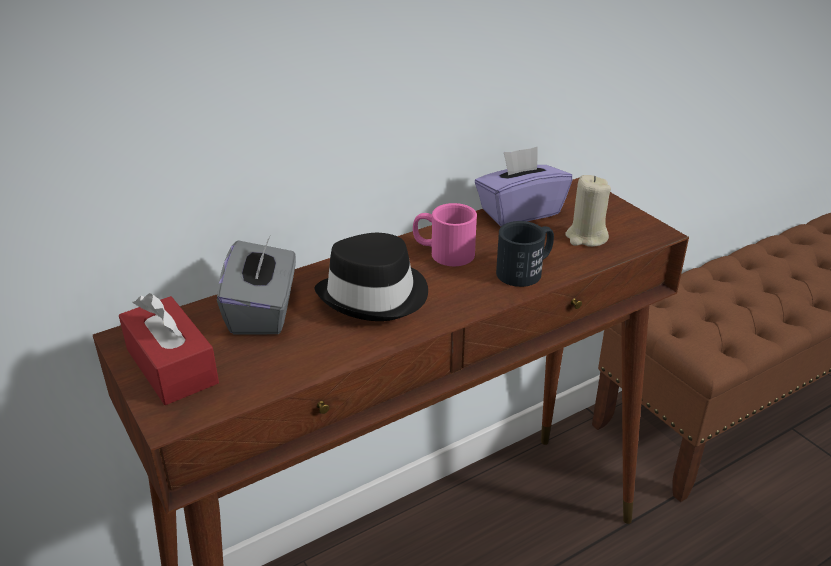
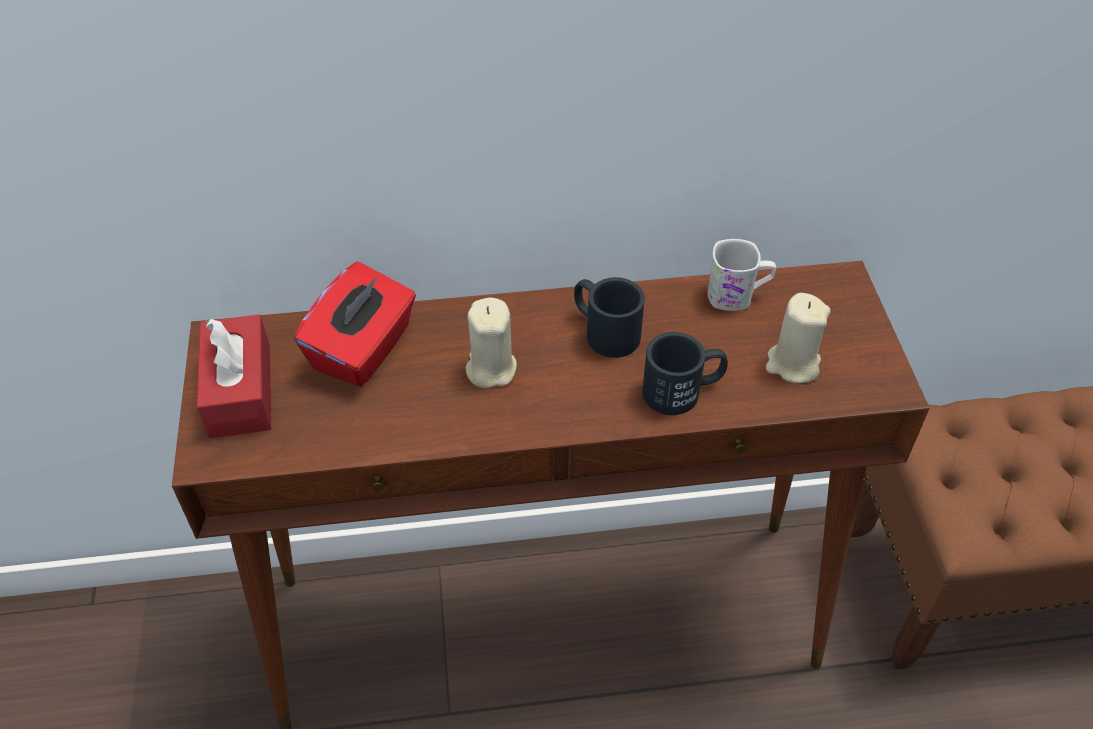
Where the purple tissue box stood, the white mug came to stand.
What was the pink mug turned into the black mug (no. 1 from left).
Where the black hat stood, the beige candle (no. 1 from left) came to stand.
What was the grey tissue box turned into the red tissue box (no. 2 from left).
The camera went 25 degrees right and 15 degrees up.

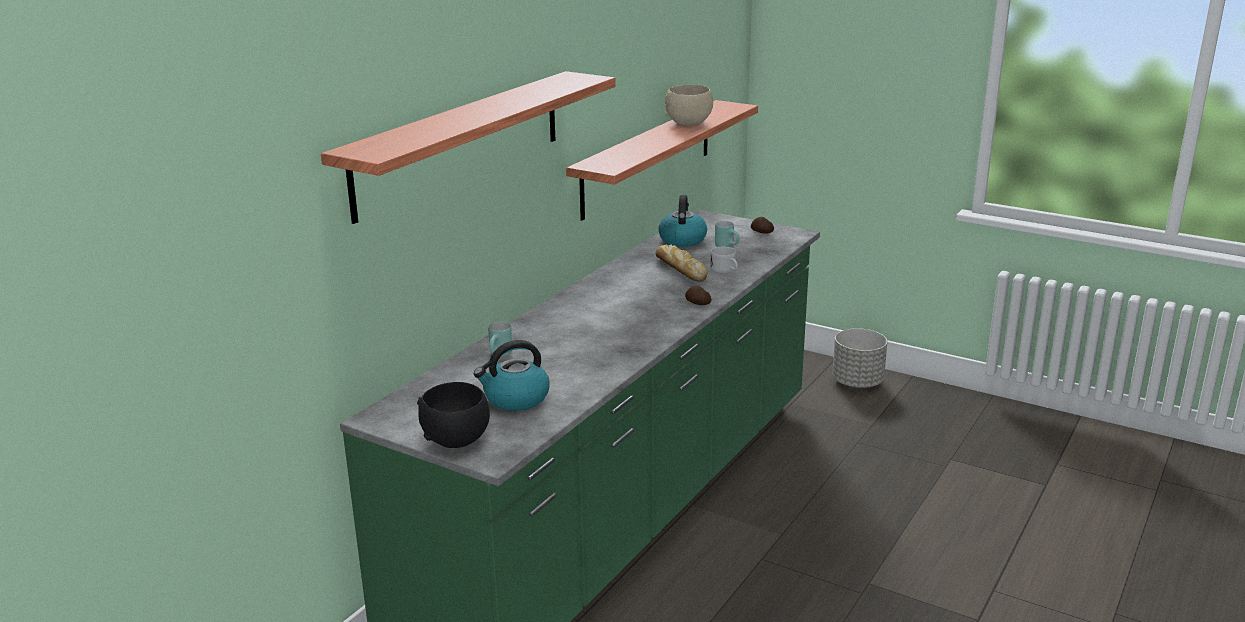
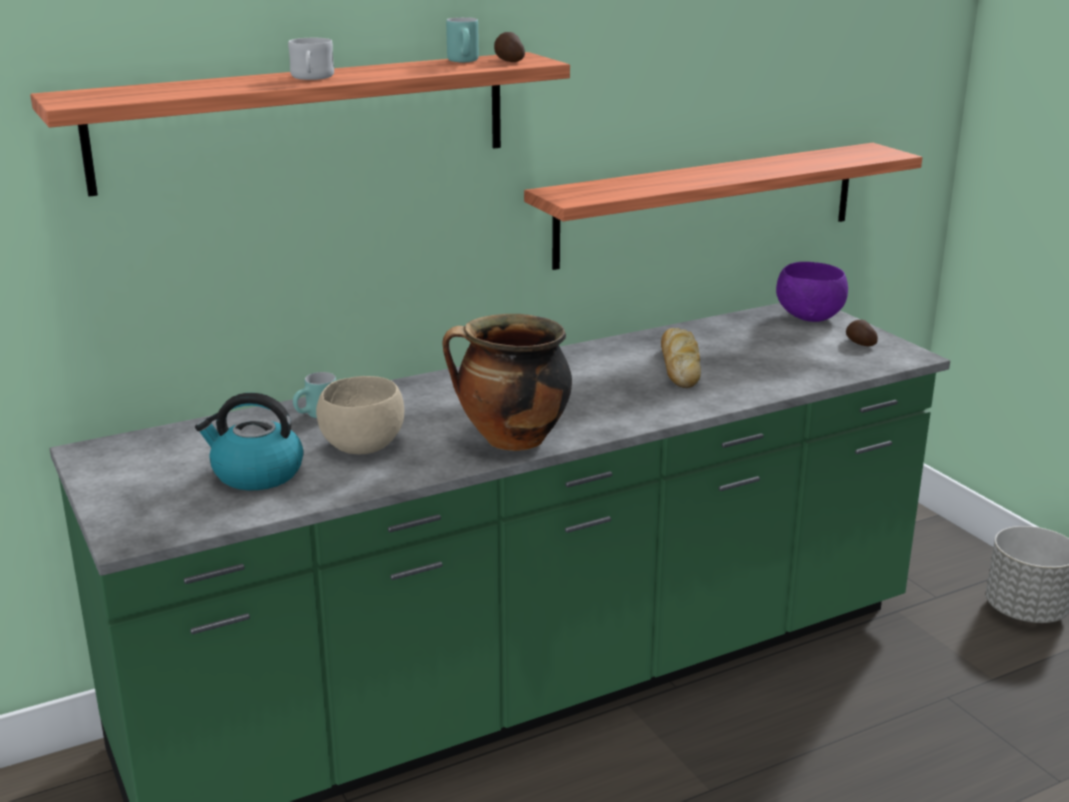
The beige bowl ended up elsewhere.
The second view lost the kettle (no. 2 from left).
The turquoise mug (no. 2 from left) ended up elsewhere.
The white mug ended up elsewhere.
The potato (no. 1 from left) ended up elsewhere.
The second view lost the black bowl.
The second view gained the purple bowl.
The second view gained the cooking pot.
The camera went 30 degrees right and 0 degrees up.

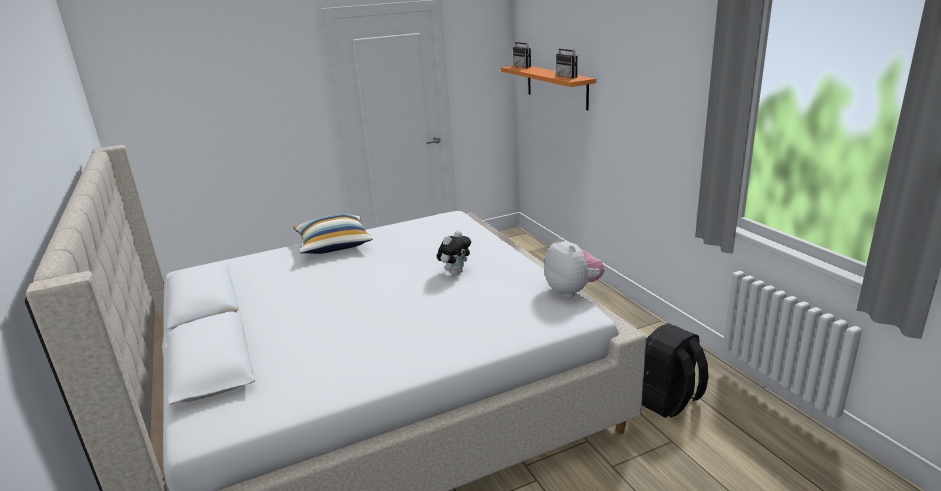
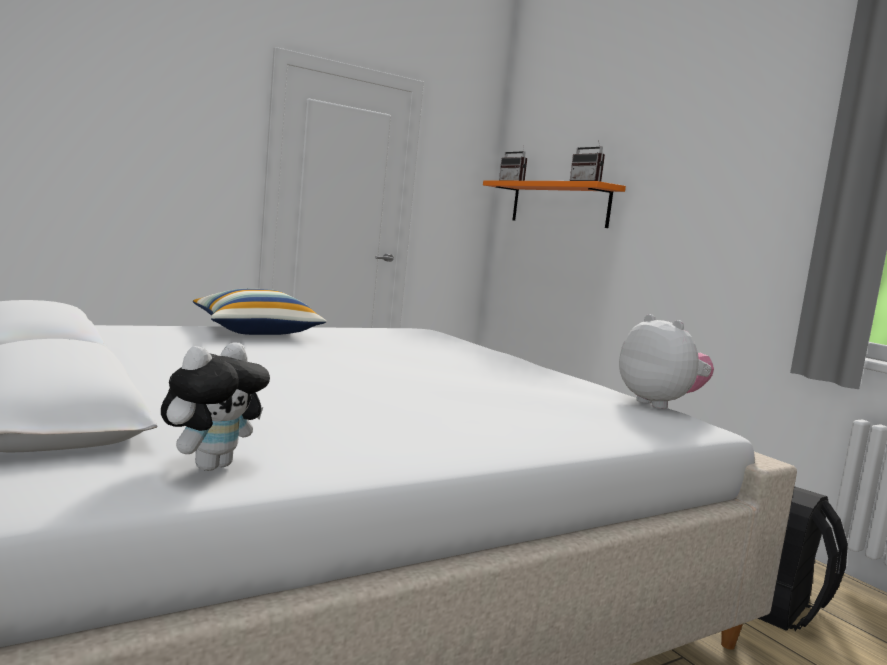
The plush toy (no. 1 from left) ended up elsewhere.
The camera went 10 degrees left and 15 degrees down.

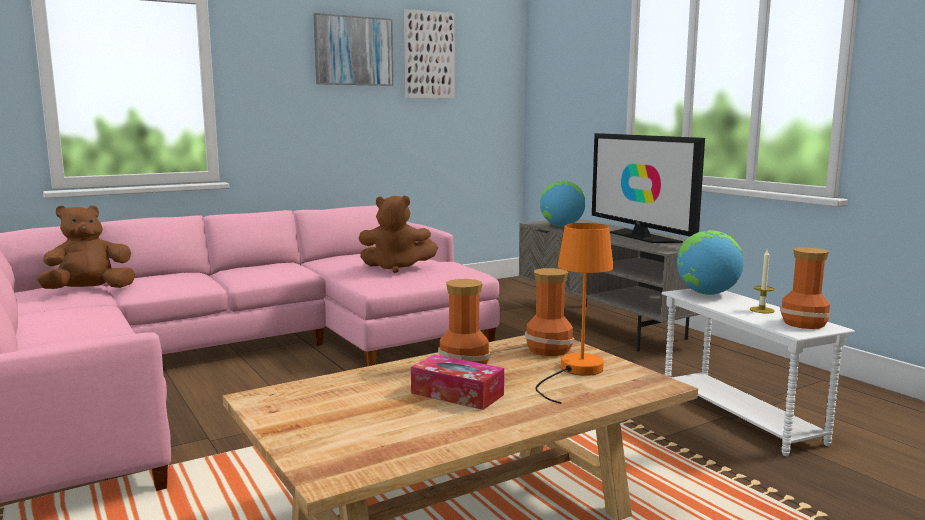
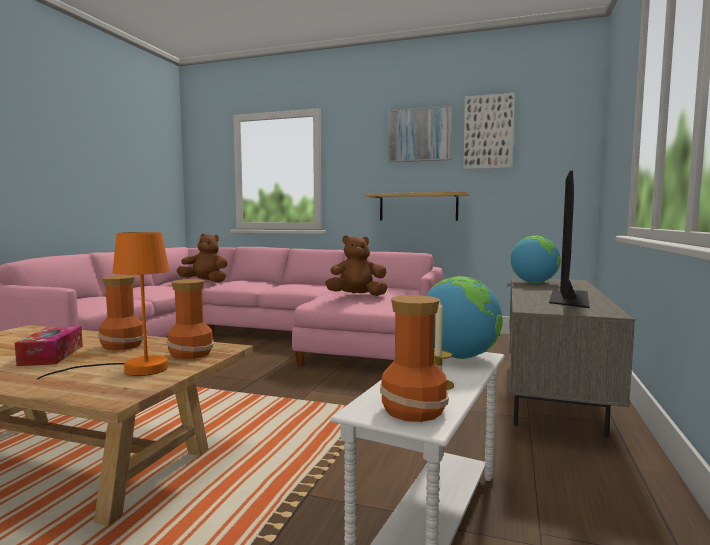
The brown plush toy (no. 2 from left) ended up facing another way, 120 degrees clockwise from before.
The second view gained the shelf.
The camera went 50 degrees right and 5 degrees down.

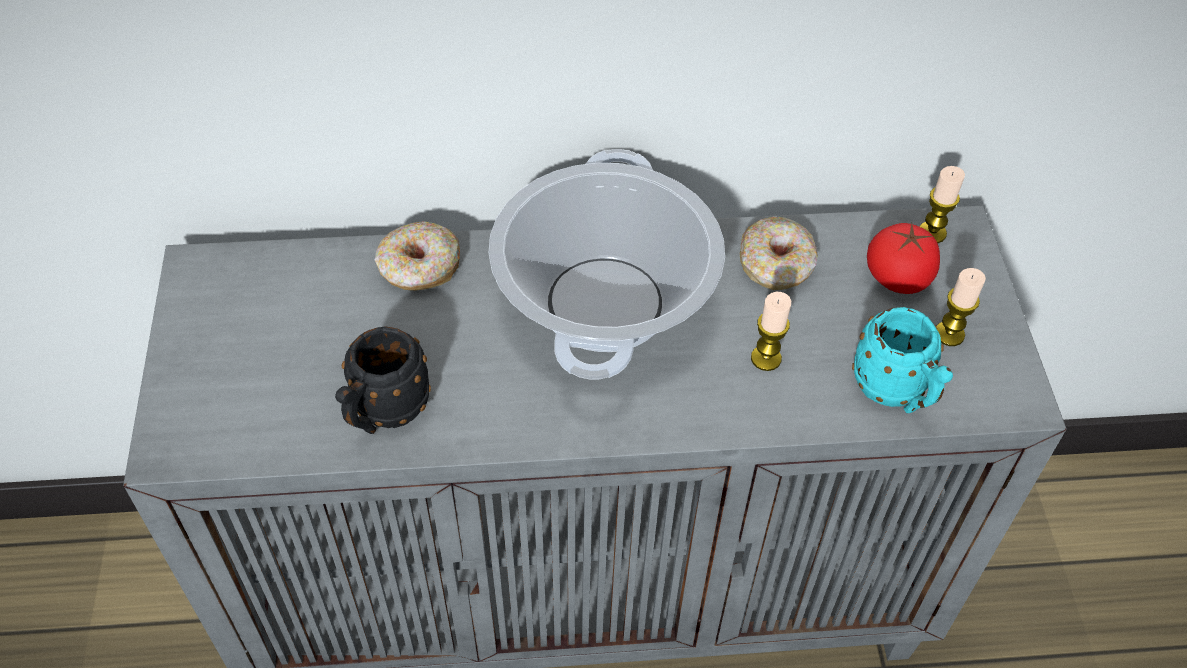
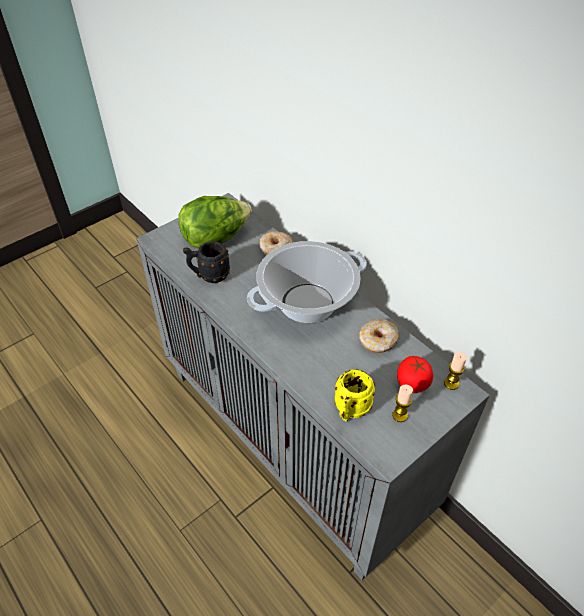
The second view lost the candle (no. 1 from left).
What was the turquoise mug turned into the yellow mug.
The second view gained the lettuce.
The camera went 55 degrees right and 5 degrees down.

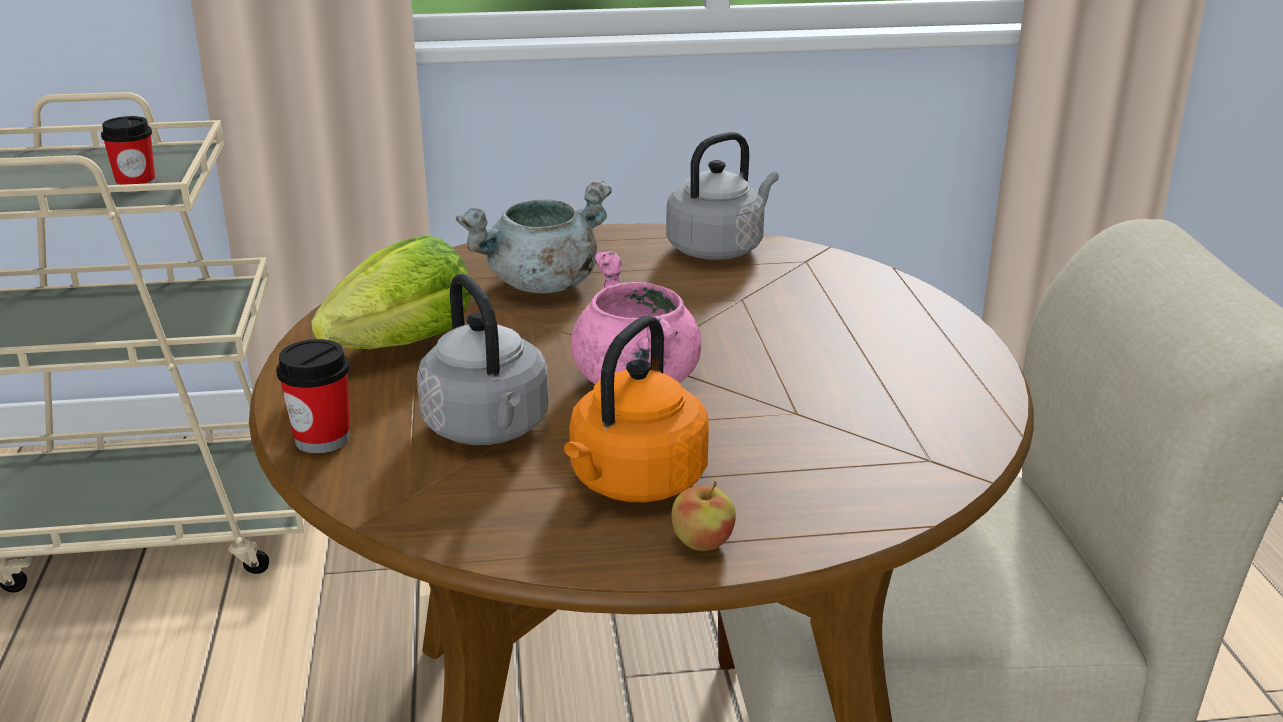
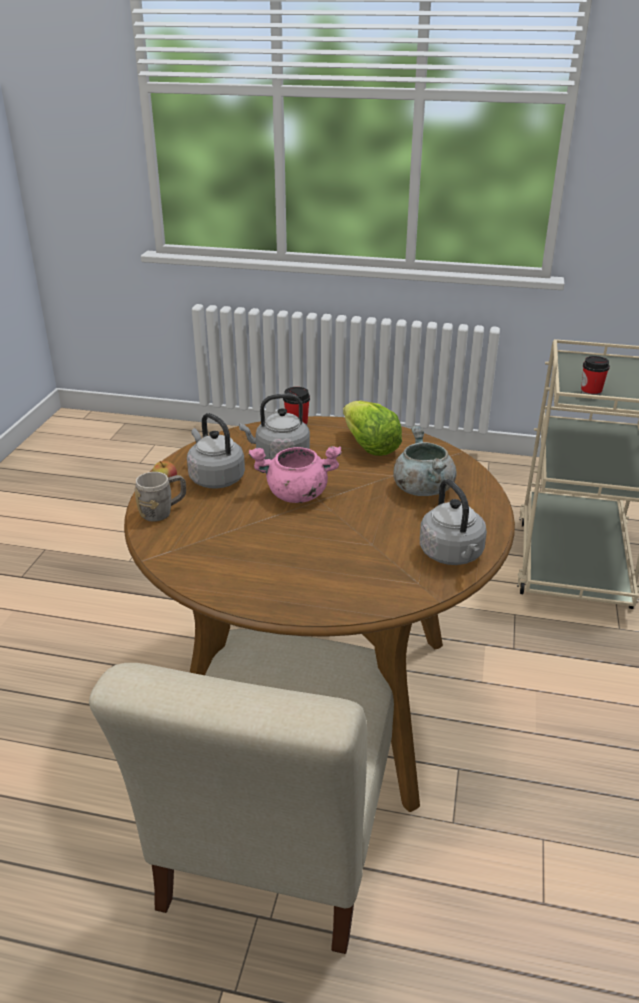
What was the orange kettle turned into the grey kettle (no. 1 from left).
The second view gained the grey mug.
The camera went 110 degrees right and 5 degrees up.

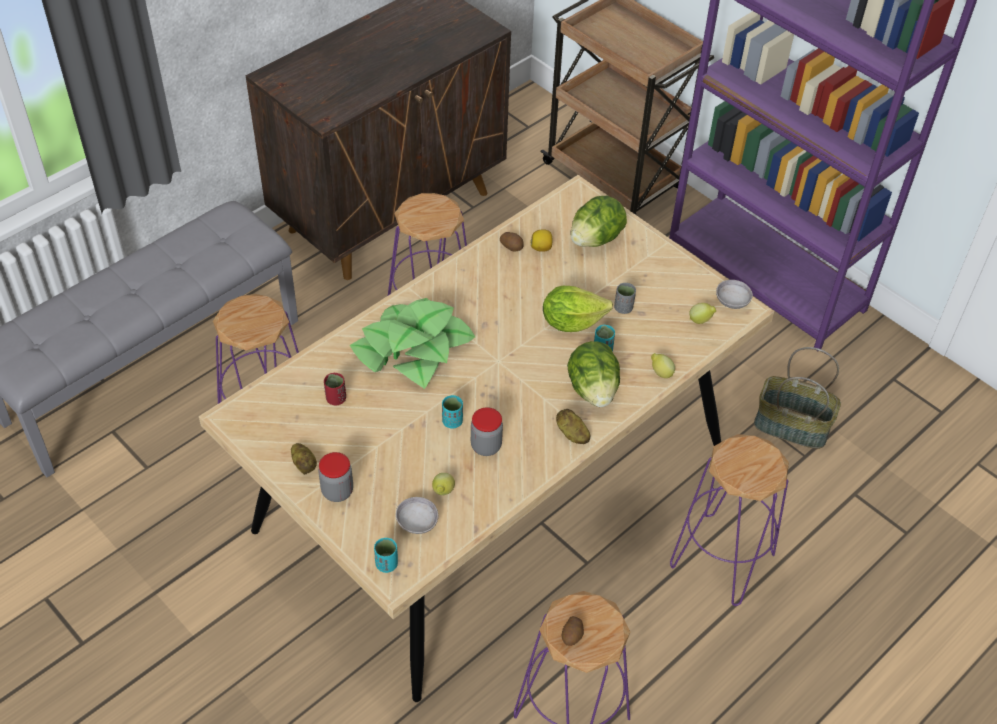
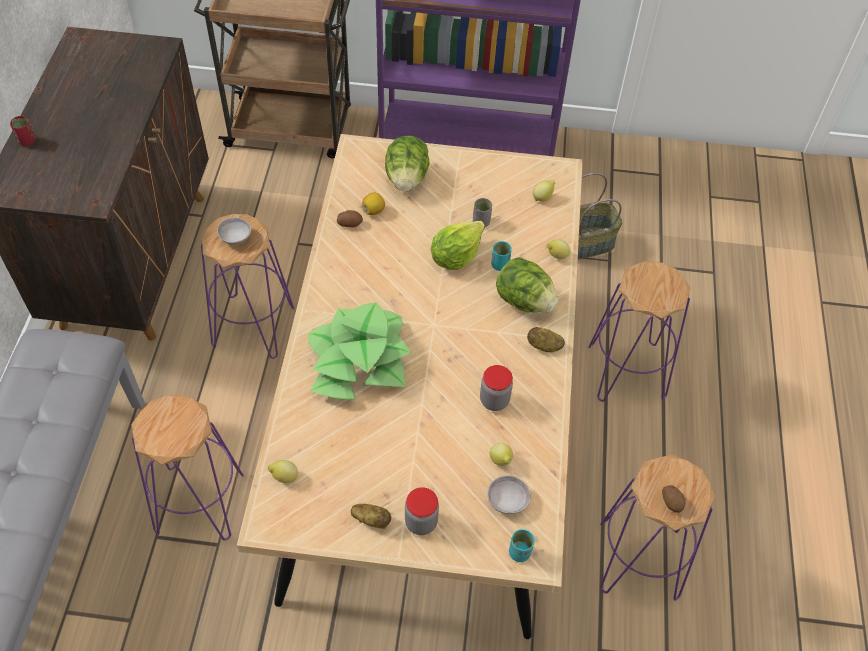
The grey bowl (no. 2 from left in the first image) ended up elsewhere.
The red cup ended up elsewhere.
The second view lost the turquoise cup (no. 2 from left).
The second view gained the lemon (no. 1 from left).
The camera went 40 degrees left and 5 degrees up.

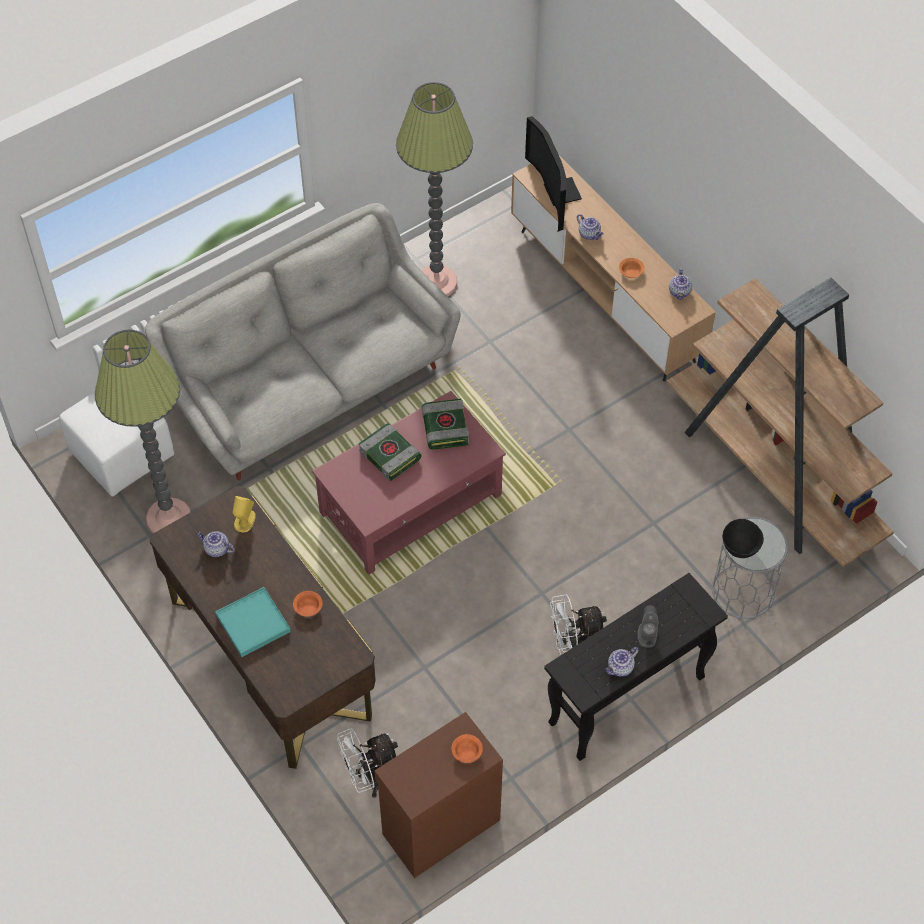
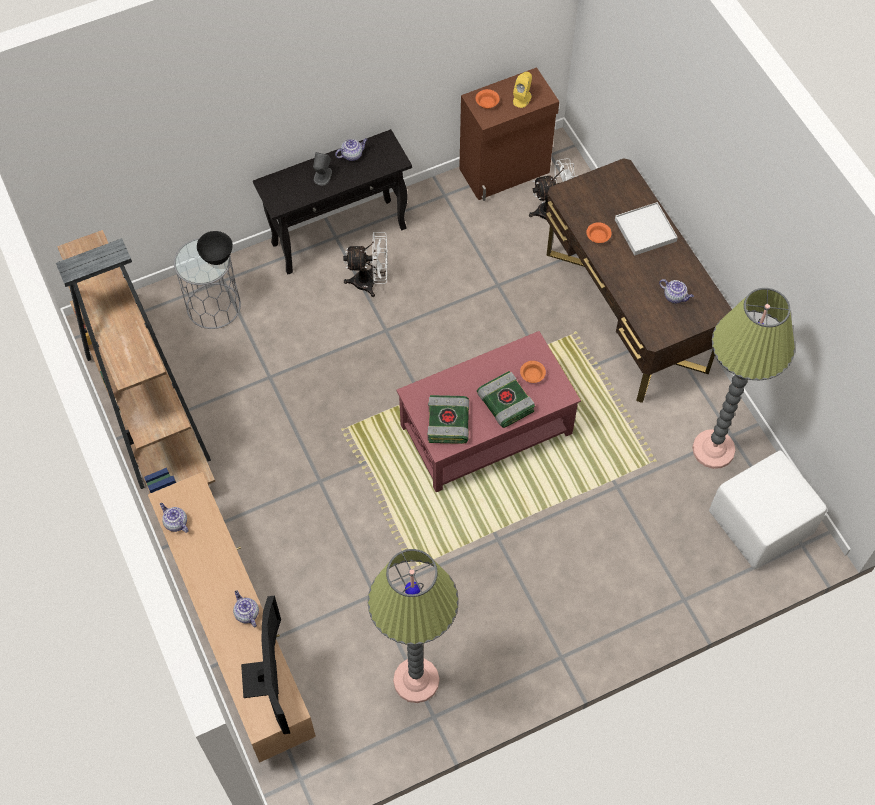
The second view lost the grey sofa.
The orange bowl (no. 3 from left in the first image) ended up elsewhere.
The teapot (no. 4 from left in the first image) ended up facing another way, 60 degrees counterclockwise from before.
The yellow speaker ended up elsewhere.
What was the turquoise tray turned into the white tray.
The camera went 170 degrees left and 5 degrees up.

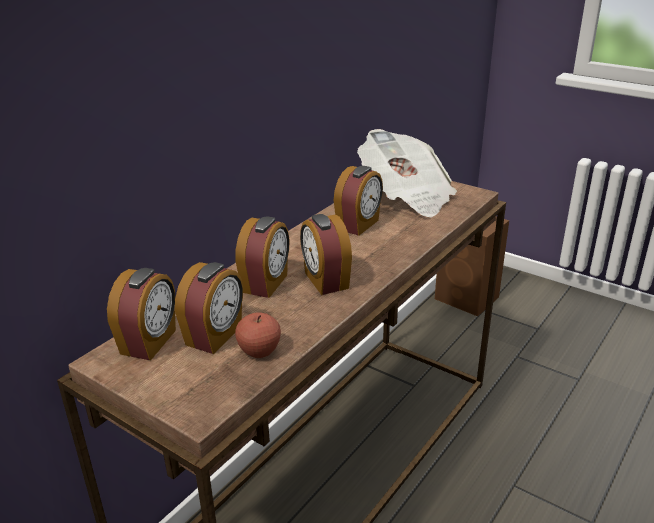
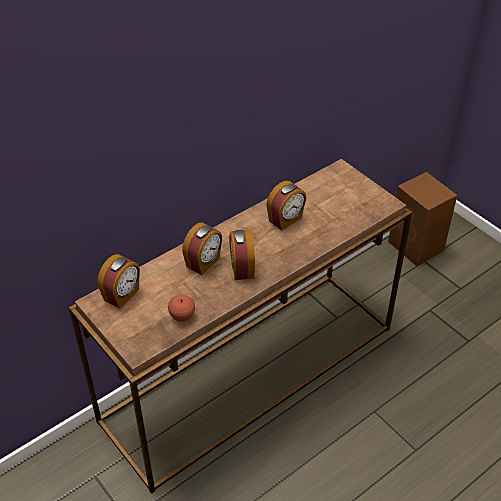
The second view lost the newspaper.
The second view lost the alarm clock (no. 2 from left).
The camera went 15 degrees right and 15 degrees up.

